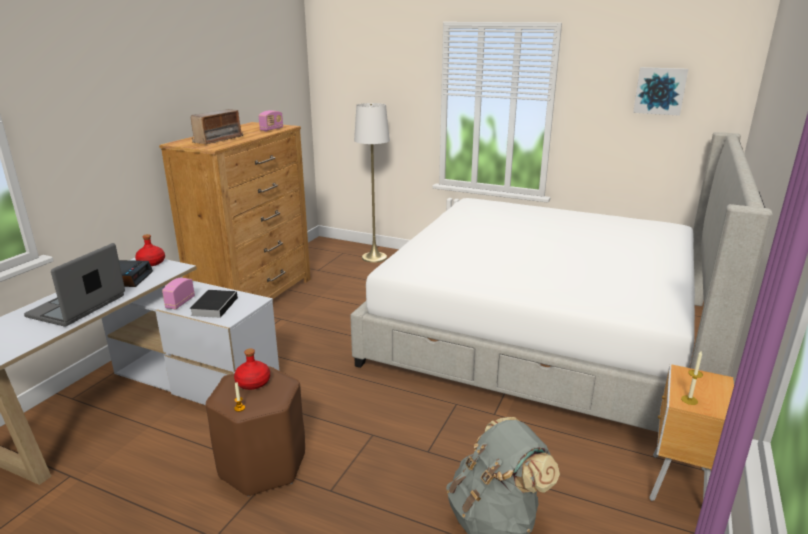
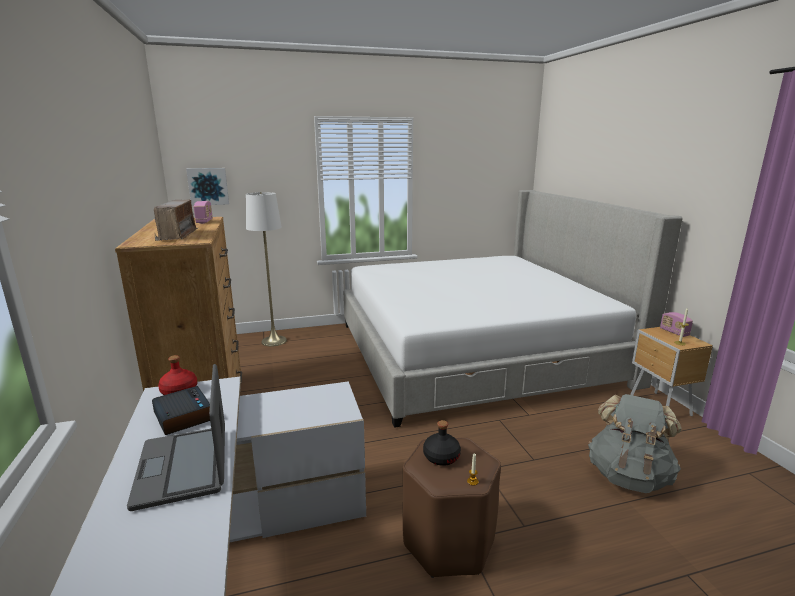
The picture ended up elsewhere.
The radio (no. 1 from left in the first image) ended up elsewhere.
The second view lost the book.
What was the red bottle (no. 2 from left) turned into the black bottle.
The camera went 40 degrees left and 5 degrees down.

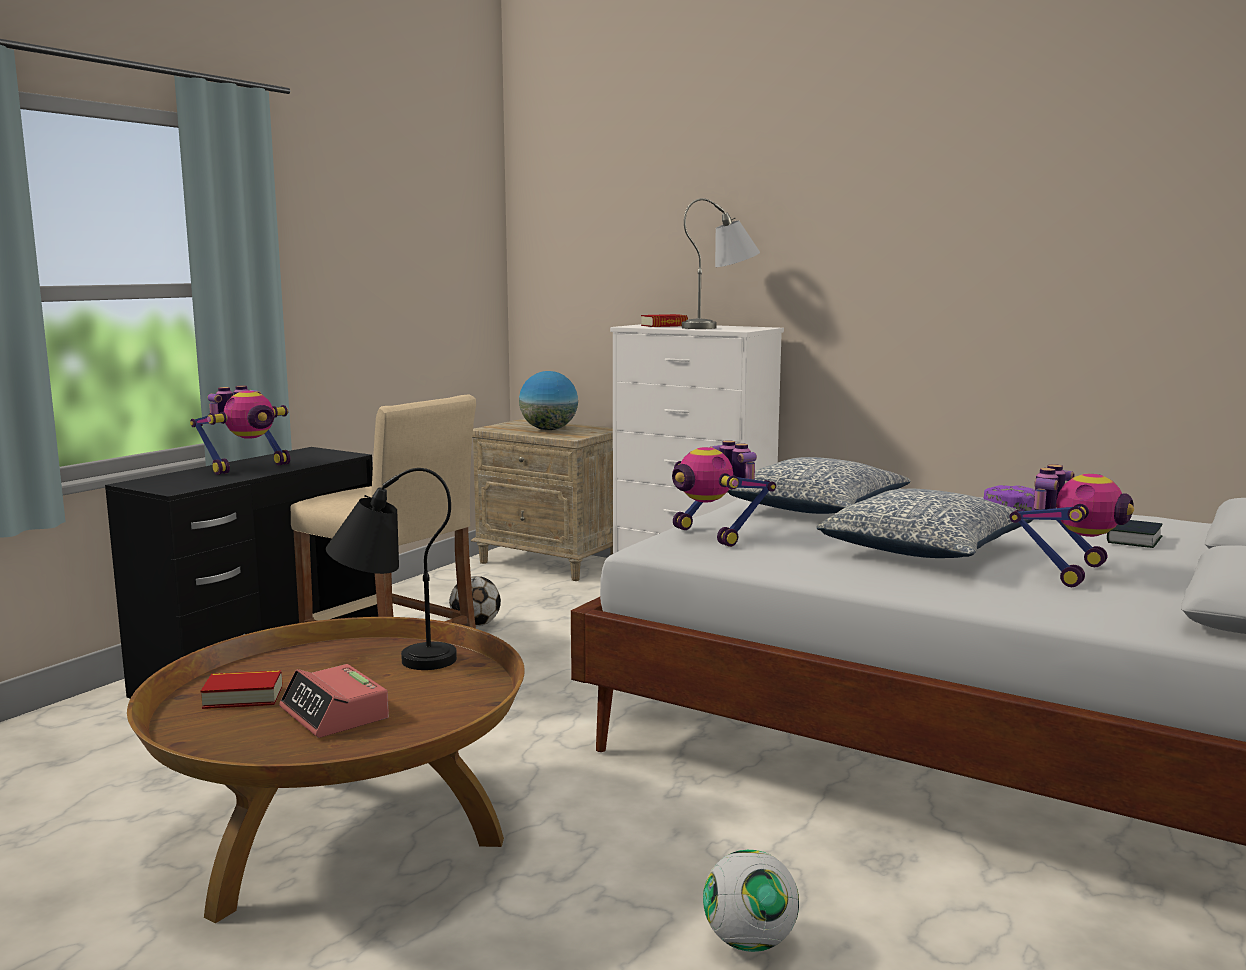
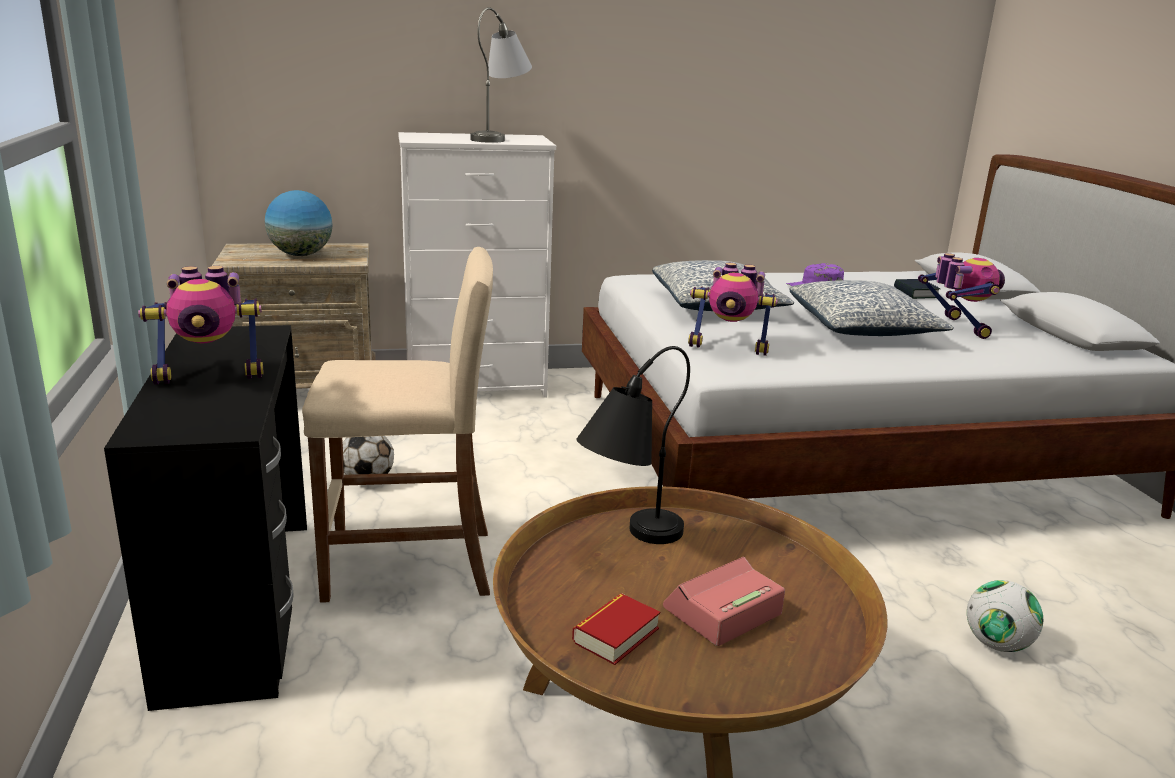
The second view lost the book (no. 2 from left).
The toy robot (no. 1 from left) ended up facing another way, 75 degrees clockwise from before.
The alarm clock ended up facing another way, 135 degrees clockwise from before.
The camera went 45 degrees left and 10 degrees up.

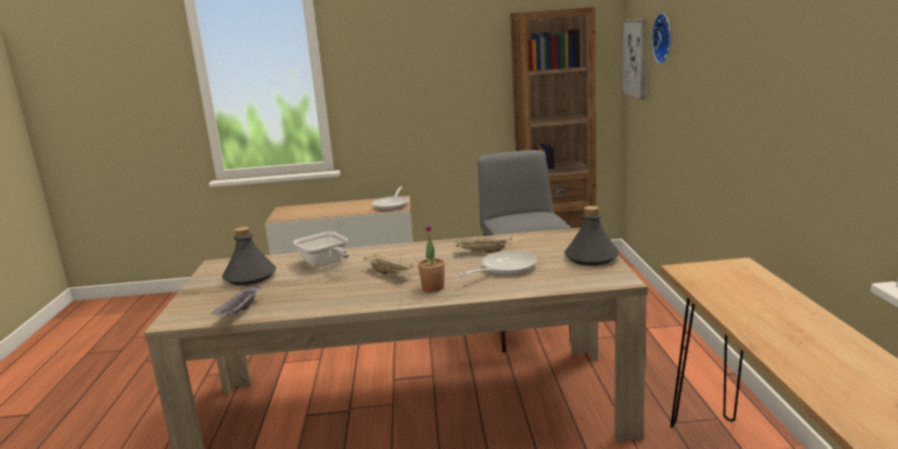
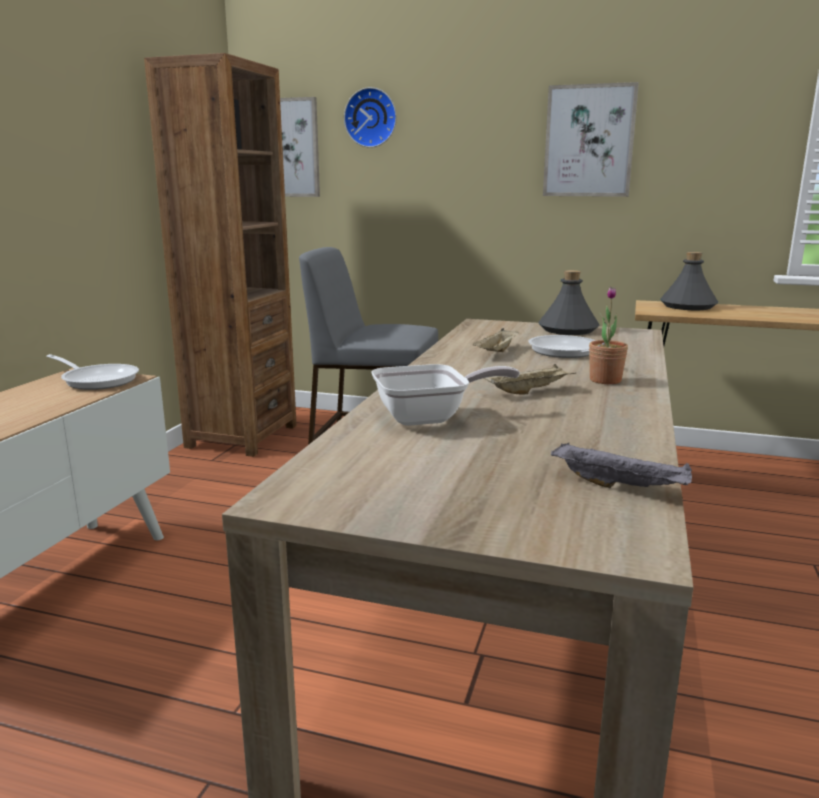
The grey bottle (no. 1 from left in the first image) ended up elsewhere.
The second view gained the picture (no. 2 from left).
The camera went 70 degrees left and 0 degrees up.

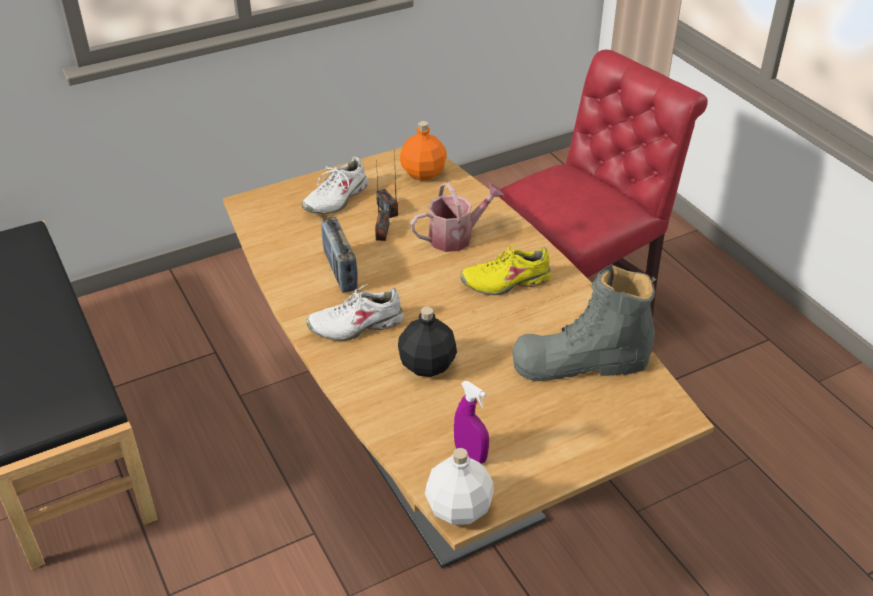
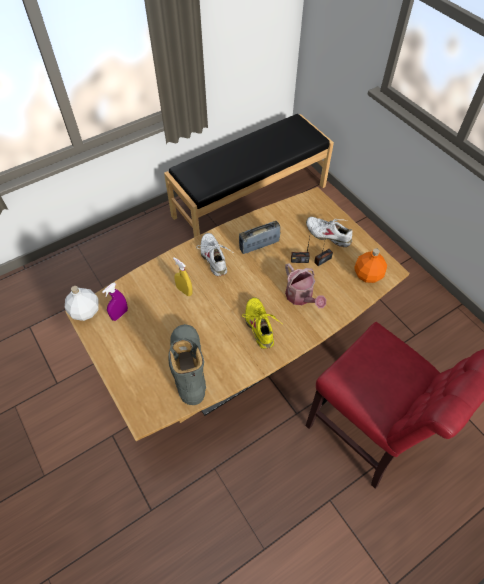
Where the black bottle stood, the yellow spray bottle came to stand.
The camera went 85 degrees right and 15 degrees up.

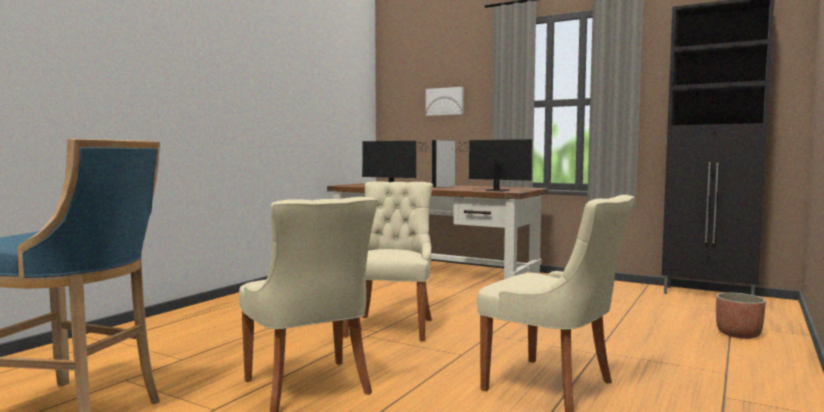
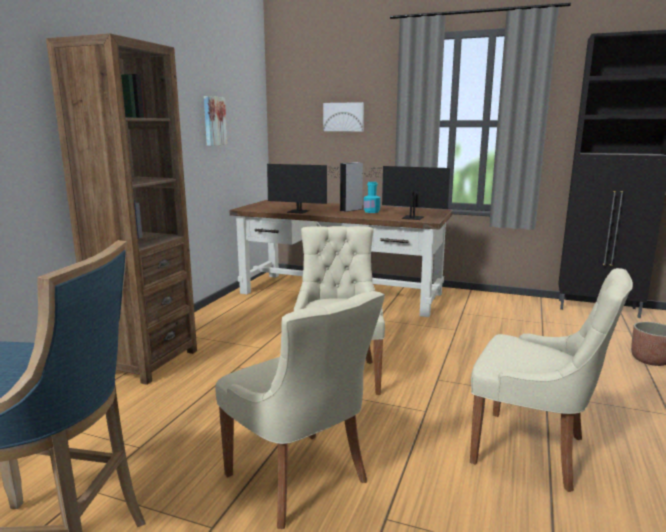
The second view gained the brown bookcase.
The second view gained the picture (no. 1 from left).
The second view gained the turquoise bottle.
The camera went 10 degrees left and 10 degrees up.

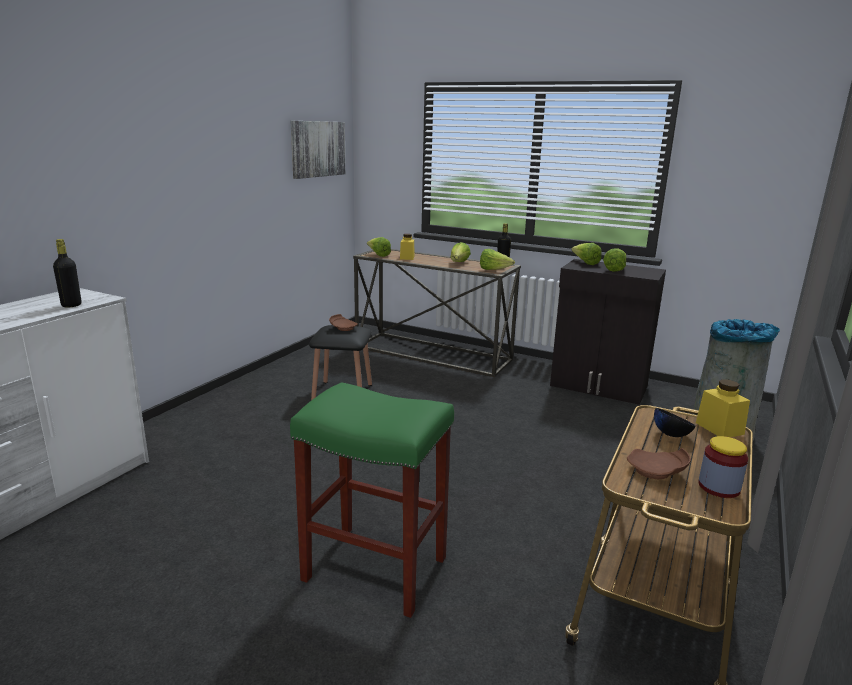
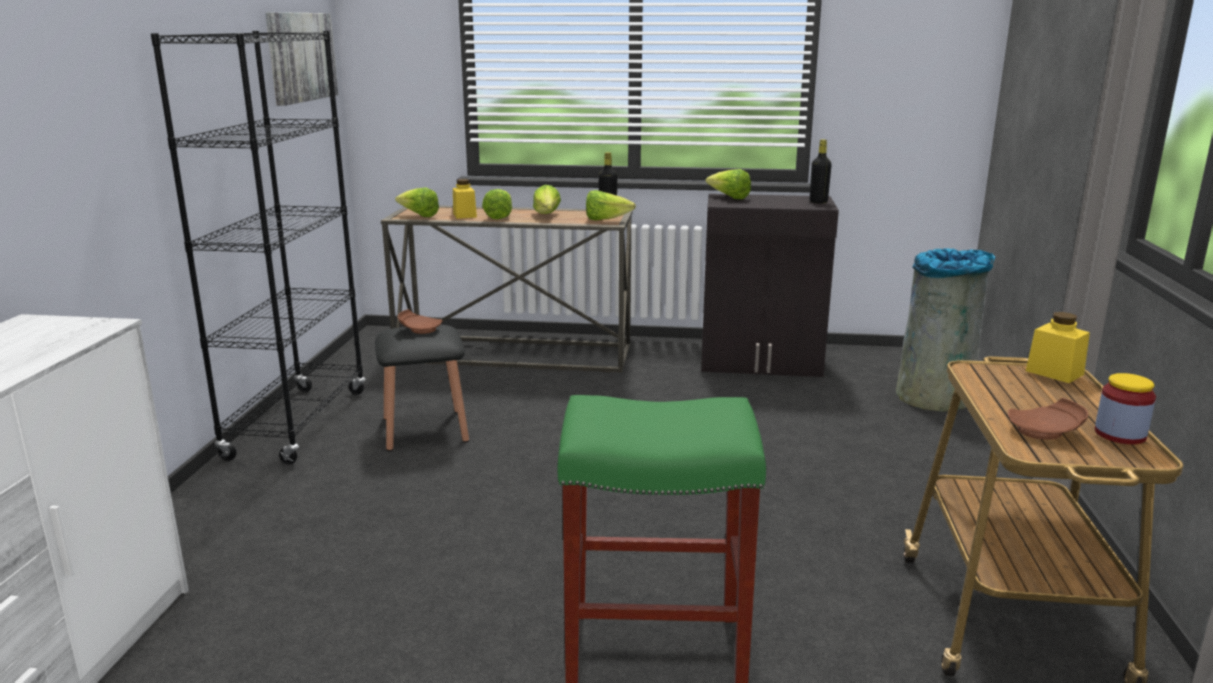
The black bottle (no. 1 from left in the first image) ended up elsewhere.
The lettuce (no. 5 from left in the first image) ended up elsewhere.
The second view lost the black bowl.
The second view gained the black bookcase.
The camera went 20 degrees left and 0 degrees up.

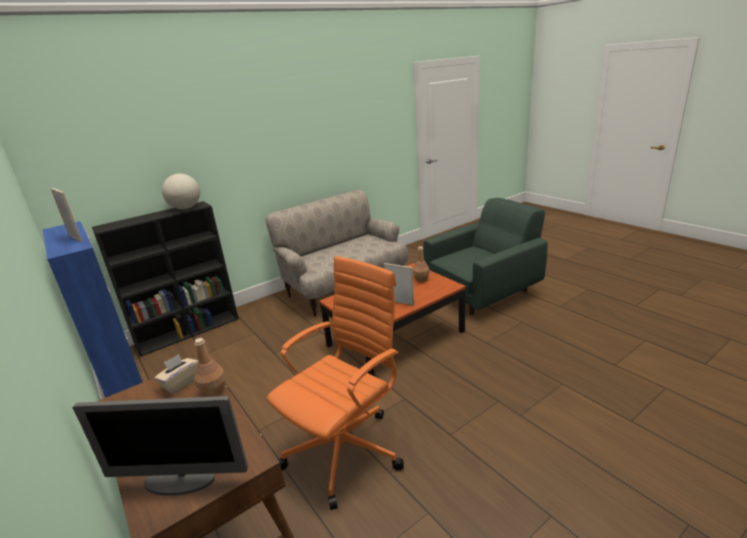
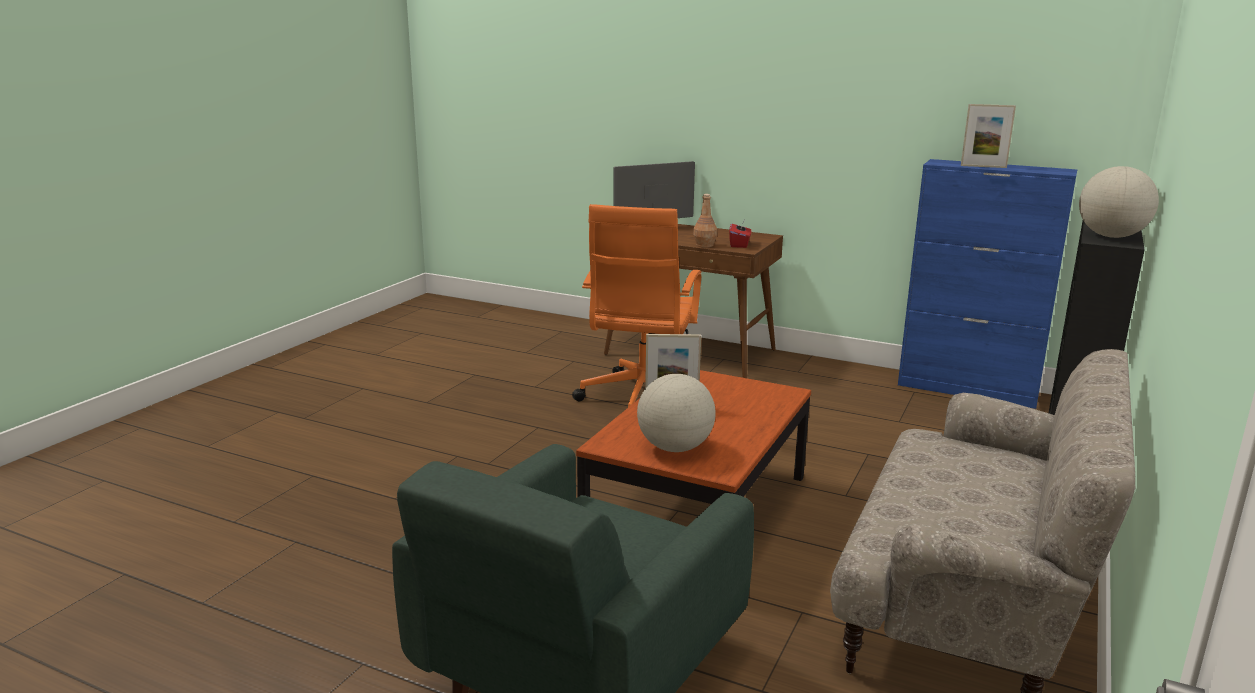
Where the brown bottle (no. 2 from left) stood, the globe (no. 1 from left) came to stand.
What was the beige tissue box turned into the red tissue box.
The camera went 150 degrees right and 5 degrees down.

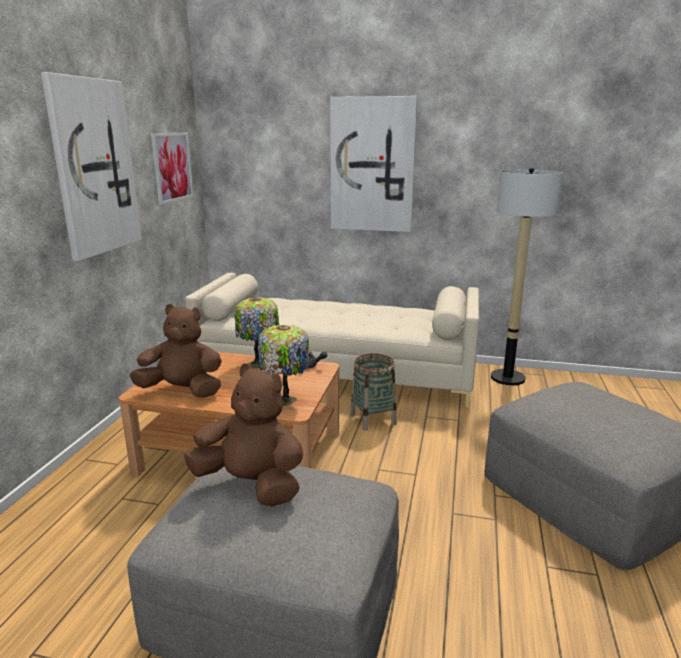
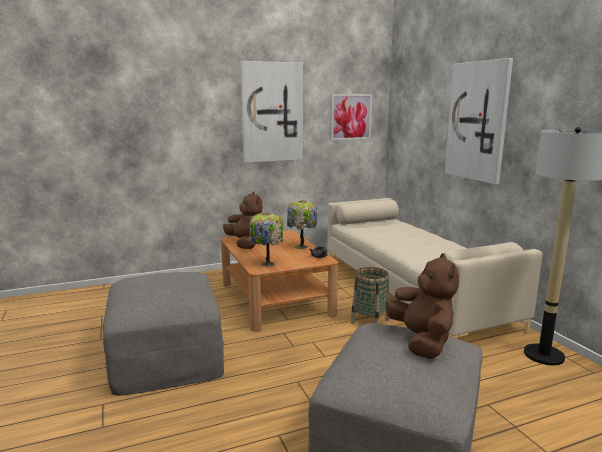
The brown plush toy (no. 2 from left) ended up elsewhere.
The camera went 55 degrees right and 5 degrees down.

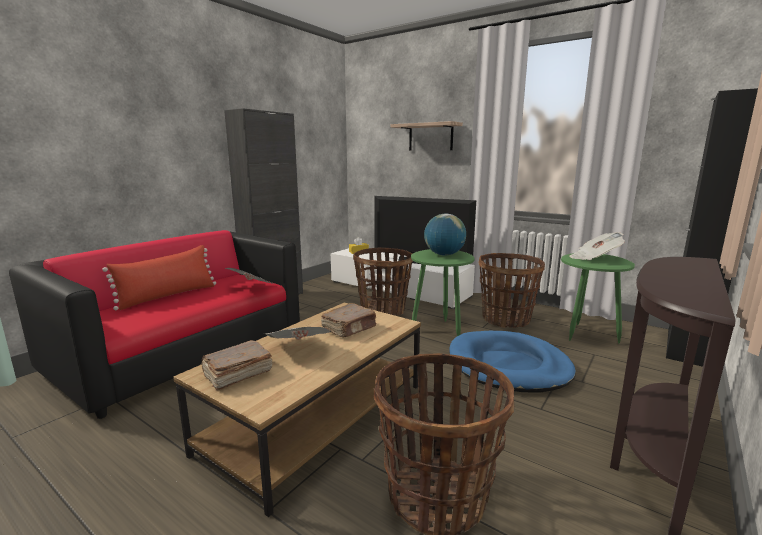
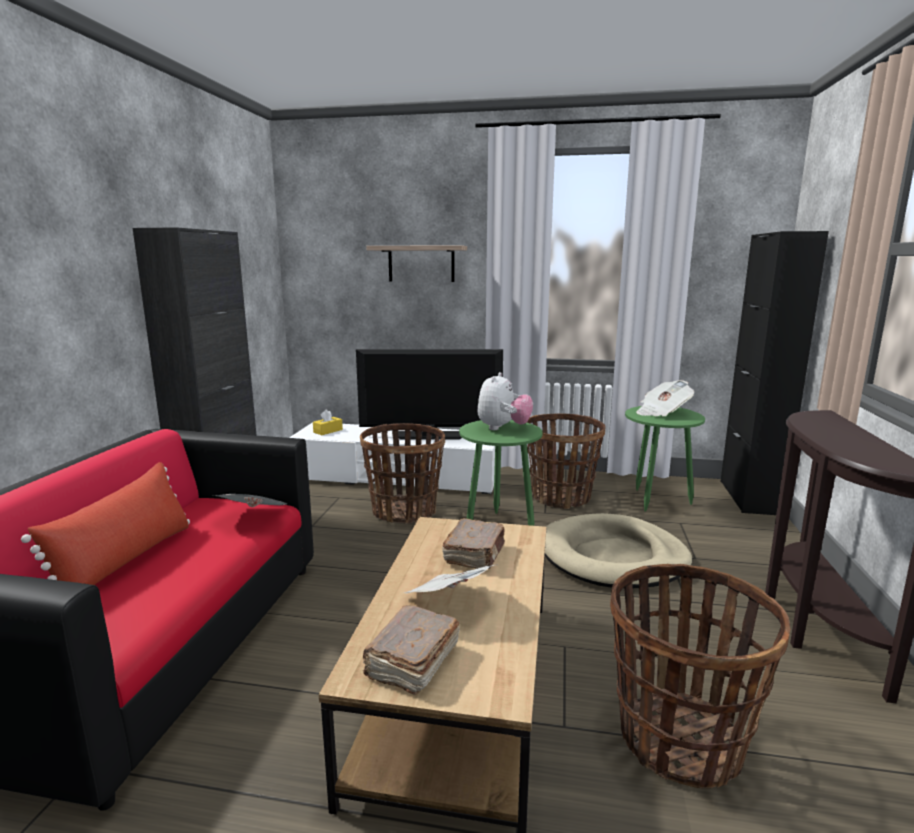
Where the globe stood, the plush toy came to stand.
What was the blue dog bed turned into the beige dog bed.
The camera went 25 degrees left and 0 degrees up.

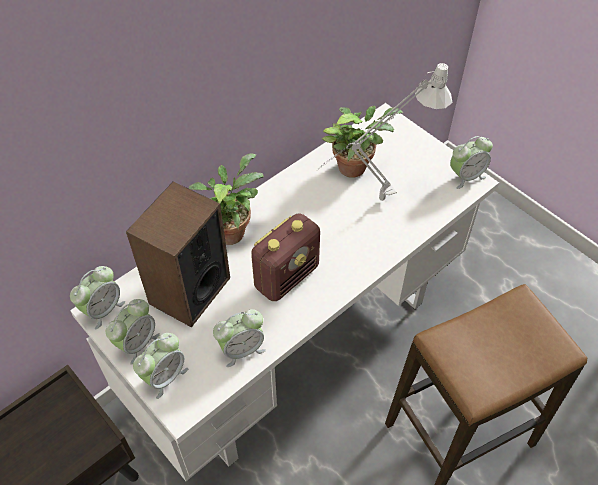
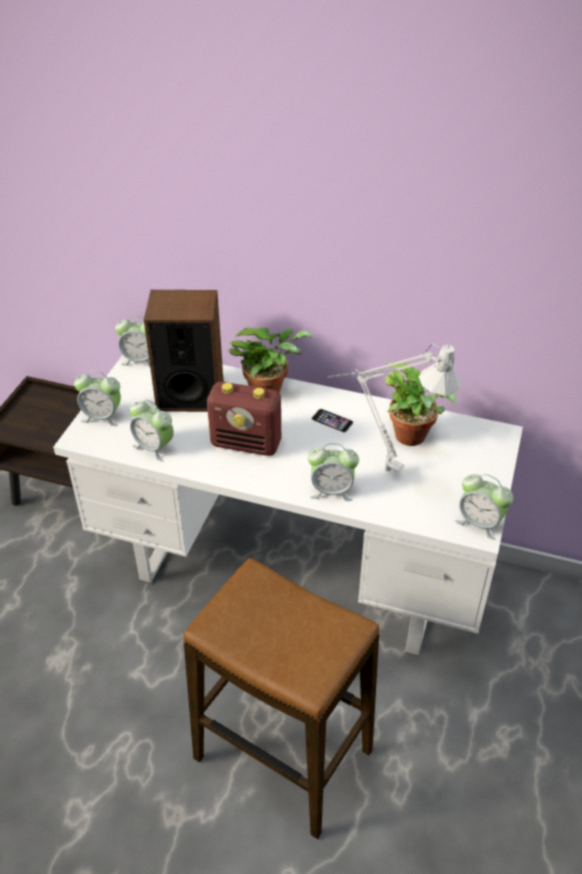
The alarm clock (no. 2 from left in the first image) ended up elsewhere.
The second view gained the phone.
The camera went 60 degrees right and 10 degrees down.

